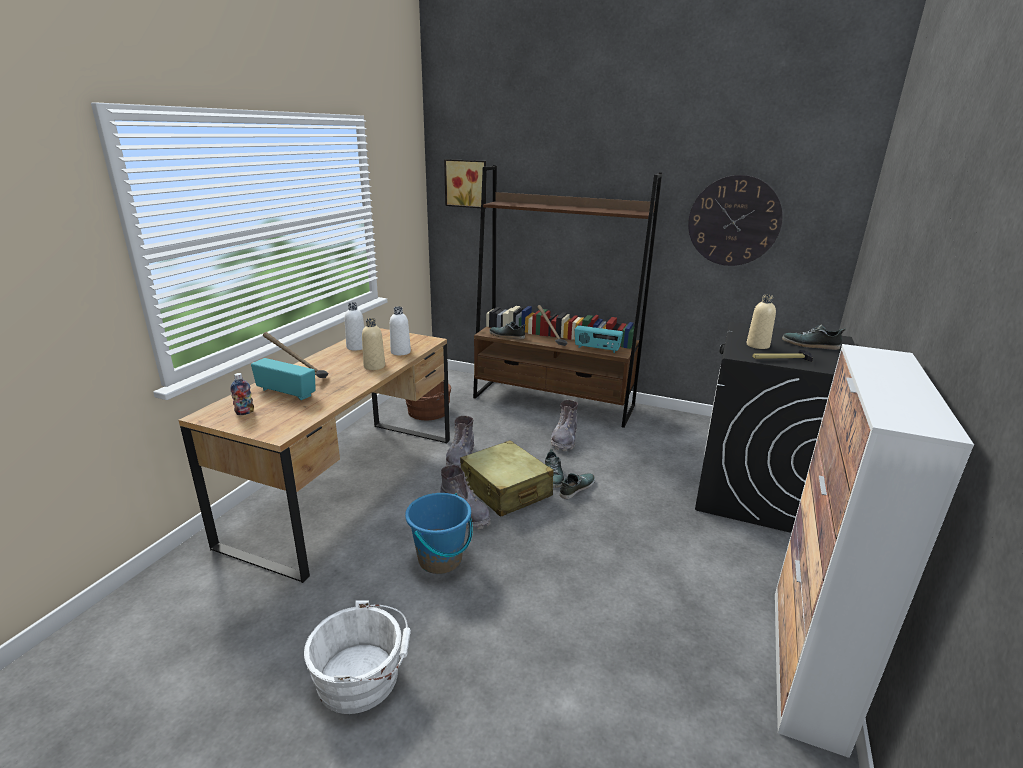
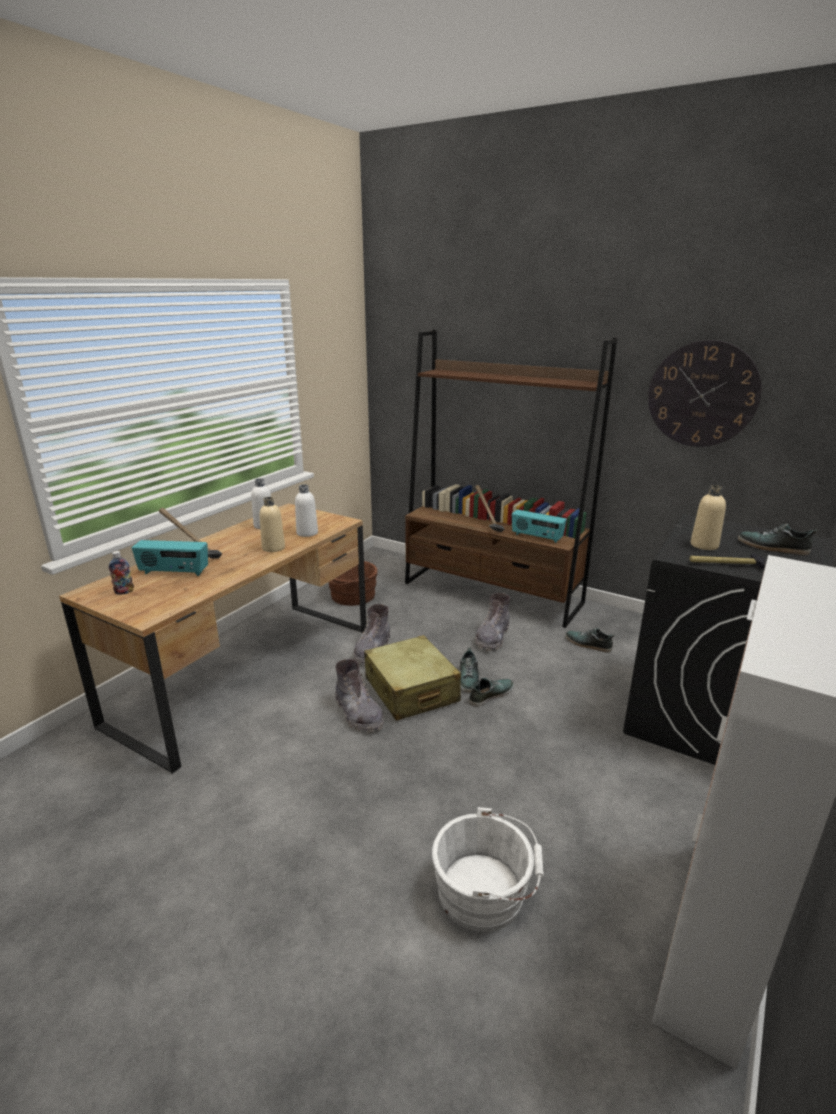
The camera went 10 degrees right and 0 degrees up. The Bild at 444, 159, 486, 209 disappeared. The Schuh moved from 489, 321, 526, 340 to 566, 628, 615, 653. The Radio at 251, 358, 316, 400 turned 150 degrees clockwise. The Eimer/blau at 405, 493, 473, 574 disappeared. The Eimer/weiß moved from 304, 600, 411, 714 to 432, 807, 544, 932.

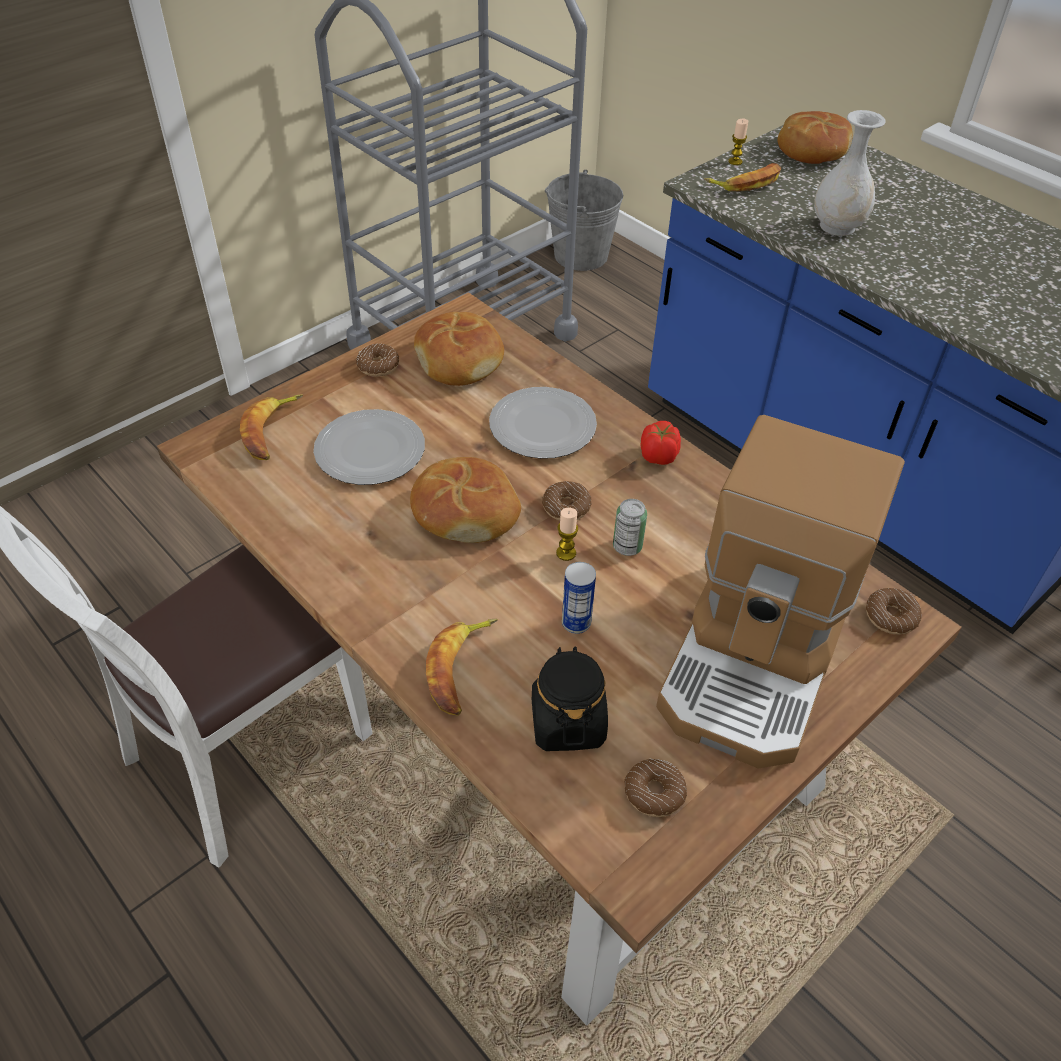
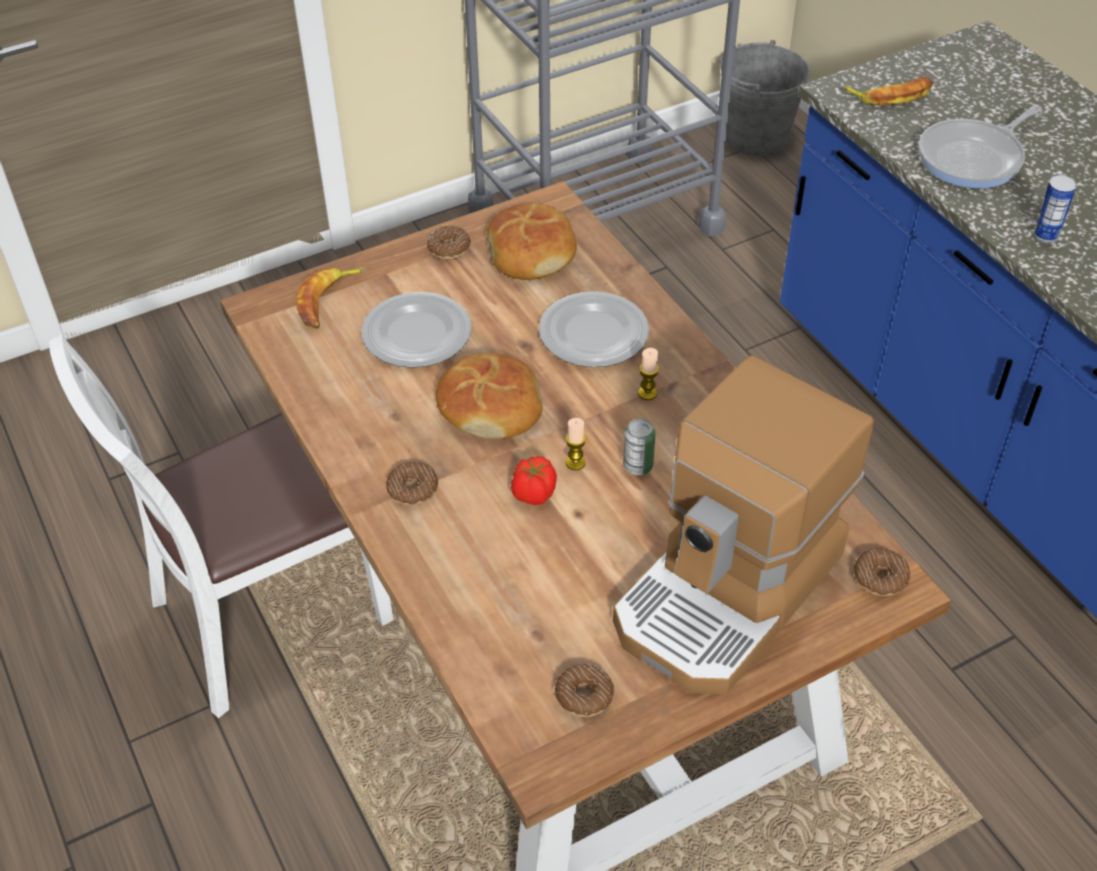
The camera went 15 degrees right and 0 degrees up. The Vase/weiß at 814, 110, 886, 236 was replaced by the Pfanne at 919, 106, 1041, 188. The Brot at 777, 111, 853, 164 disappeared. The Kerze moved from 728, 118, 748, 165 to 638, 348, 659, 400. The Tomate moved from 641, 421, 681, 465 to 511, 456, 557, 505. The Donut moved from 542, 481, 591, 520 to 386, 462, 438, 506. The Dose moved from 562, 562, 596, 634 to 1033, 175, 1076, 244. The Banane at 426, 619, 498, 716 disappeared. The Vorratsglas/schwarz at 532, 646, 608, 751 disappeared.

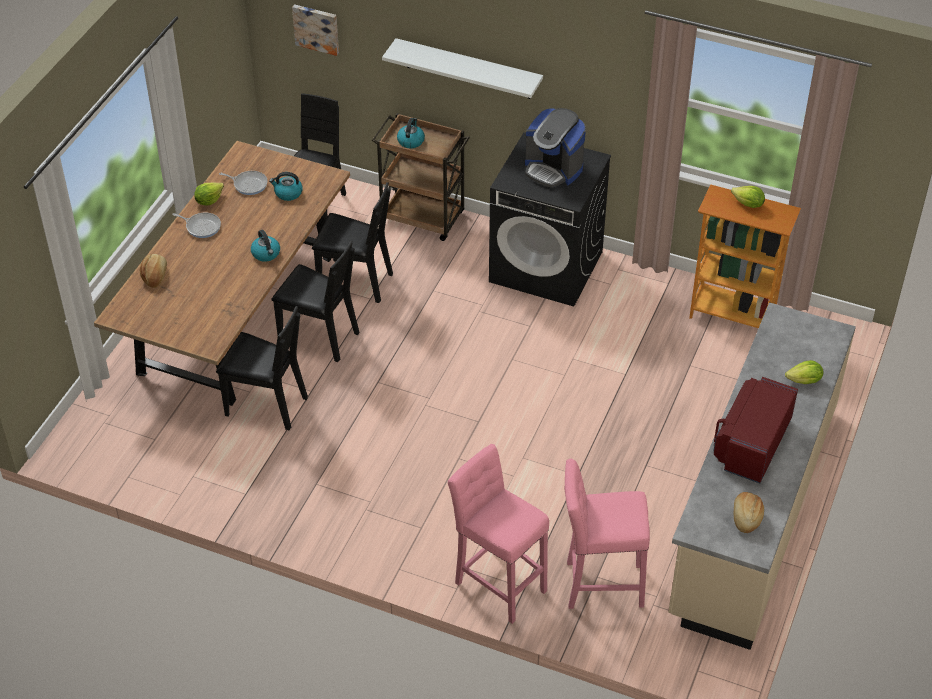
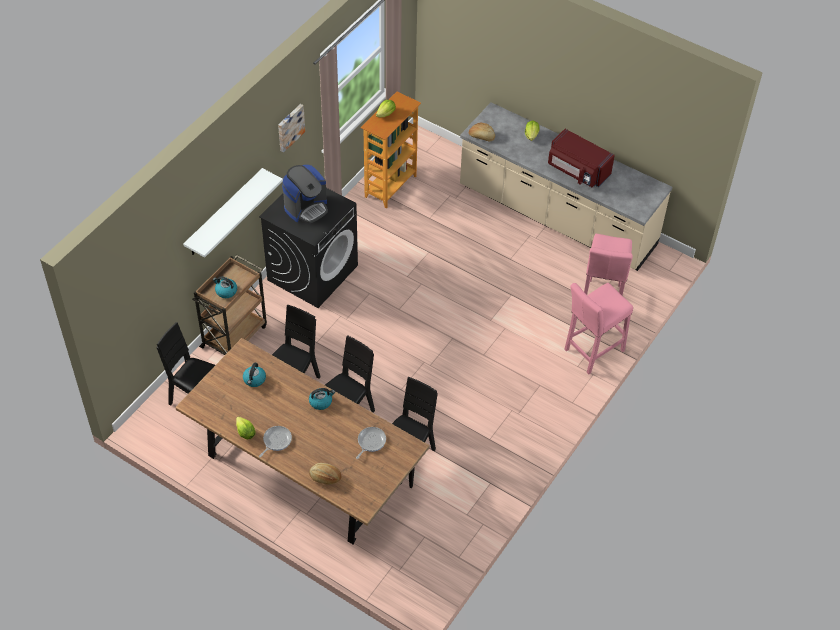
The camera went 80 degrees left and 5 degrees up. The Bild moved from 292, 4, 339, 56 to 278, 104, 305, 153. The Pfanne moved from 219, 171, 268, 195 to 356, 427, 386, 459. The Brot moved from 734, 492, 764, 533 to 469, 123, 495, 141.

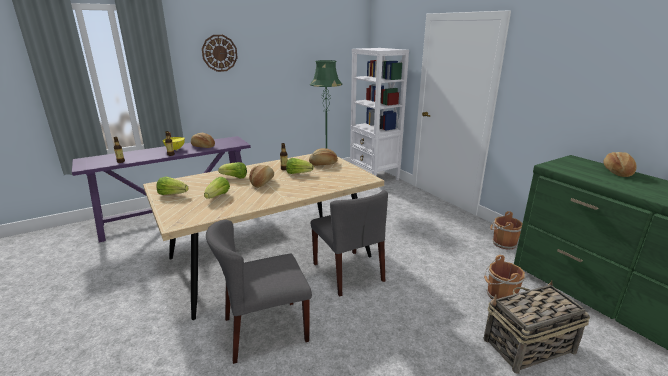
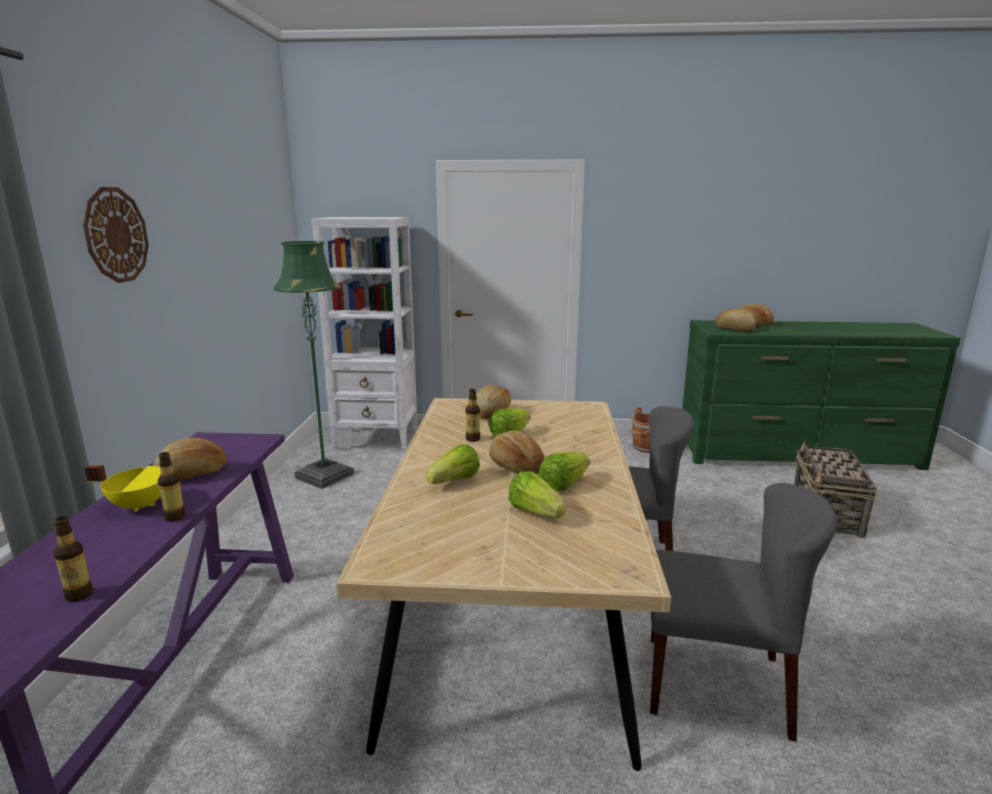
The camera went 55 degrees left and 5 degrees down. The Salatkopf moved from 156, 176, 189, 195 to 539, 451, 590, 491. The Stuhl/grau at 206, 220, 312, 364 turned 90 degrees counterclockwise. The Eimer/braun at 484, 255, 526, 300 disappeared. The Brot at 716, 309, 756, 332 appeared.

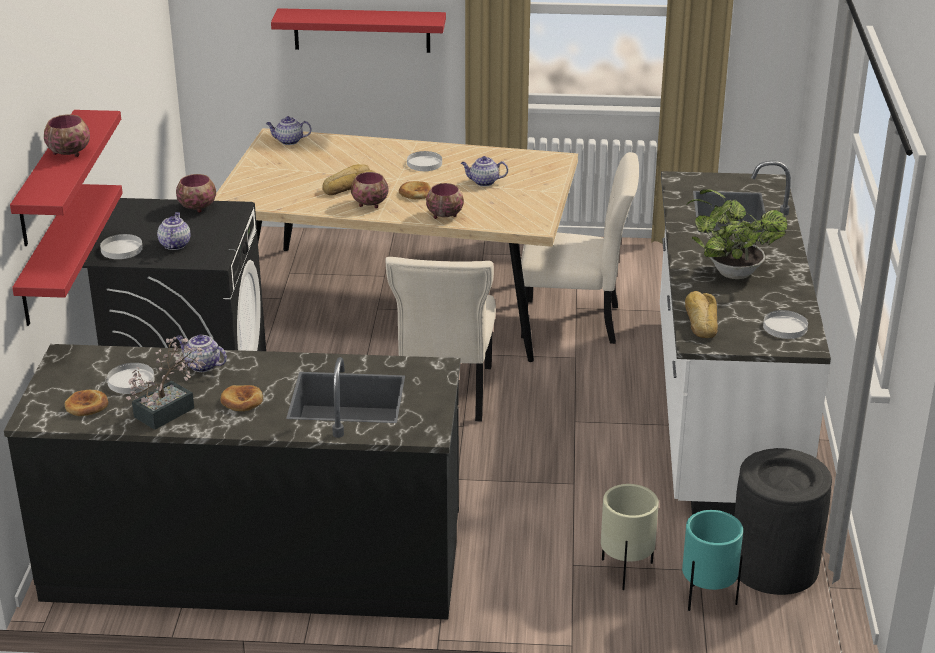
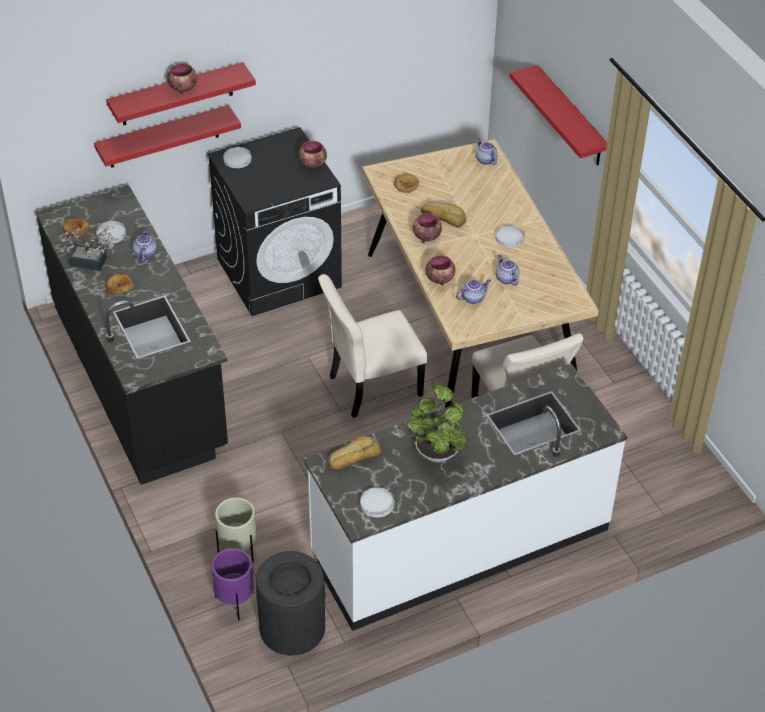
The camera went 60 degrees right and 15 degrees up. The Brot moved from 399, 181, 431, 199 to 394, 174, 419, 193. The Teekanne moved from 157, 212, 191, 250 to 456, 279, 491, 304. The Pflanzkübel/türkis at 682, 510, 743, 611 became the Pflanzkübel/lila at 211, 548, 254, 621.

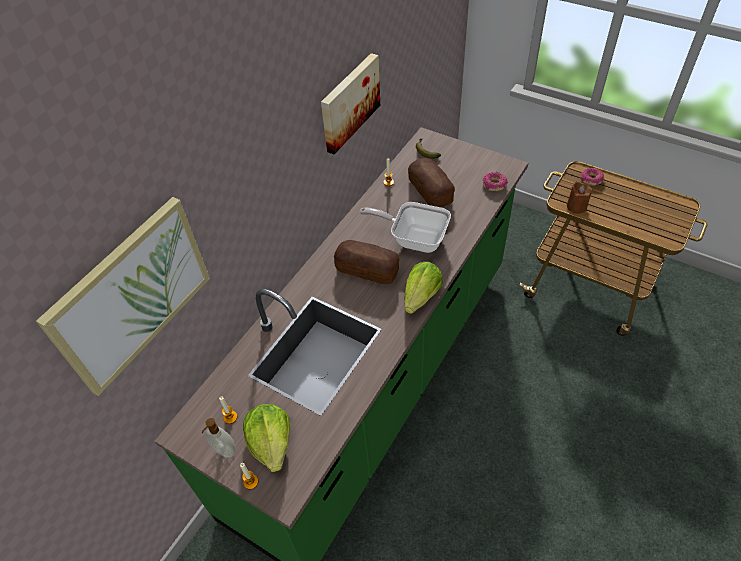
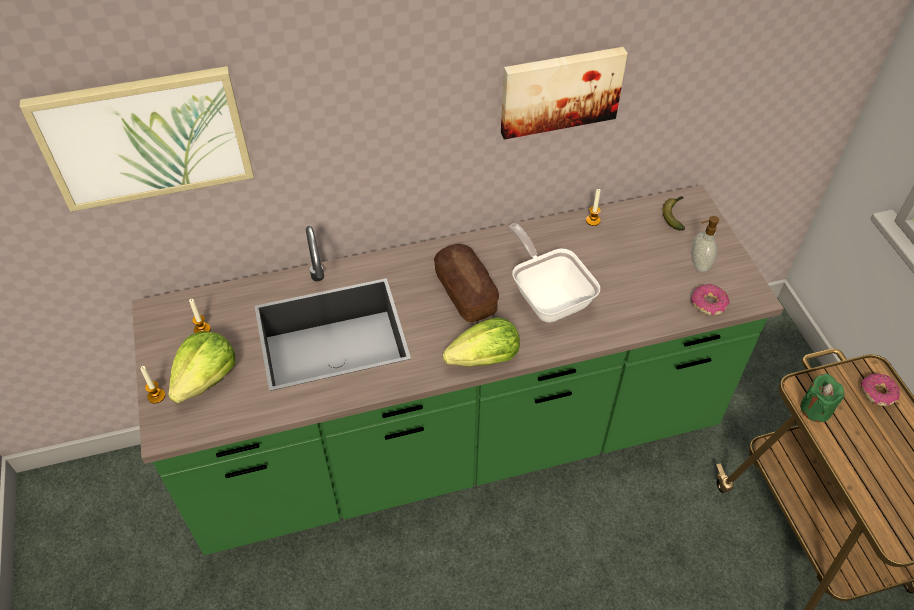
The camera went 40 degrees right and 0 degrees up. The Brot at 408, 158, 455, 207 disappeared. The Kerze/braun at 567, 182, 592, 214 became the Kerze/grün at 800, 374, 844, 422. The Seifenspender moved from 201, 418, 236, 458 to 691, 216, 719, 272.

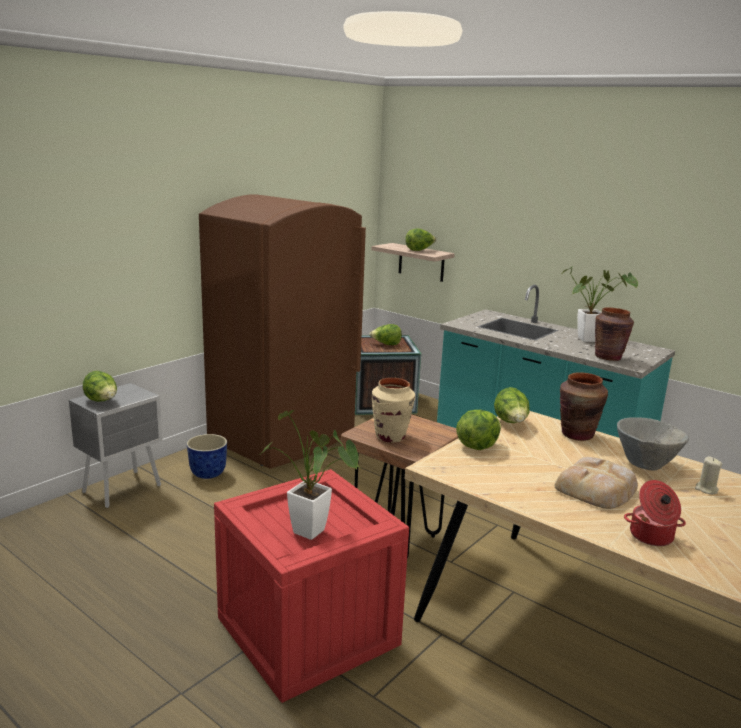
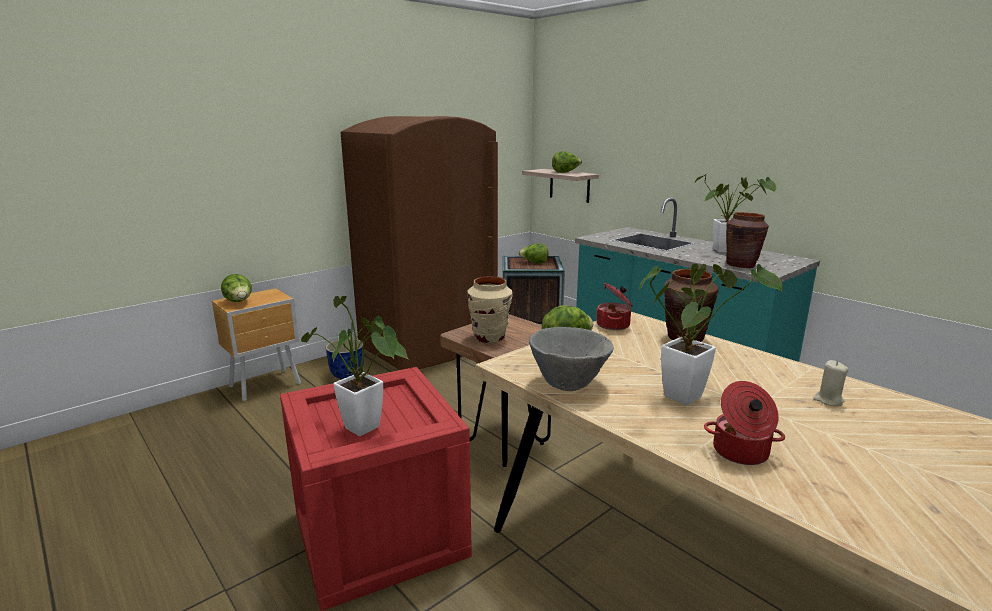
The camera went 10 degrees right and 0 degrees up. The Nachttisch/grau at 69, 383, 162, 508 became the Nachttisch/braun at 212, 288, 301, 402. The Salatkopf at 494, 387, 530, 423 was replaced by the Kochtopf at 596, 283, 633, 330. The Schüssel/grau moved from 617, 417, 689, 471 to 529, 327, 614, 391. The Brot at 555, 457, 638, 509 was replaced by the Topfpflanze at 638, 264, 783, 405.

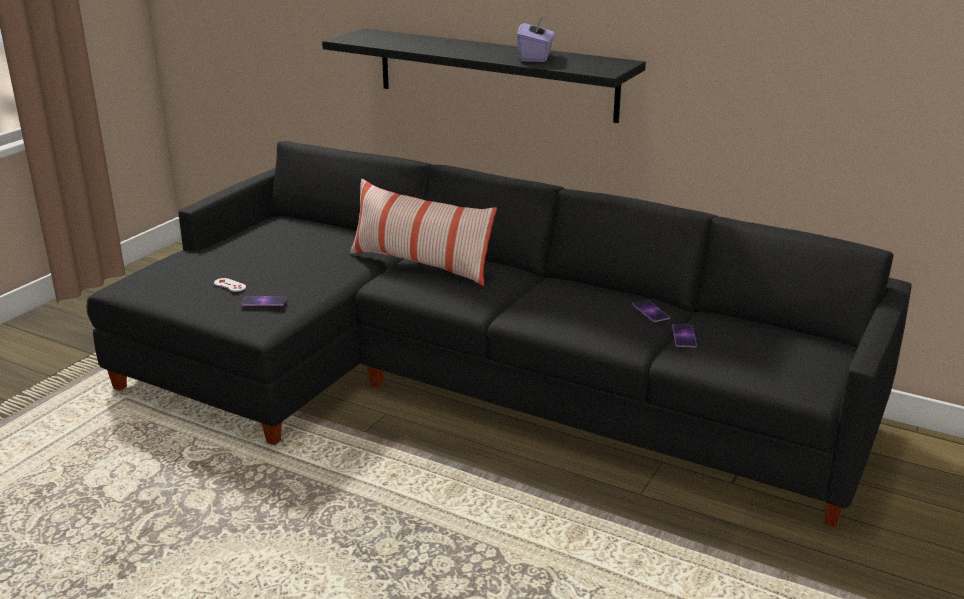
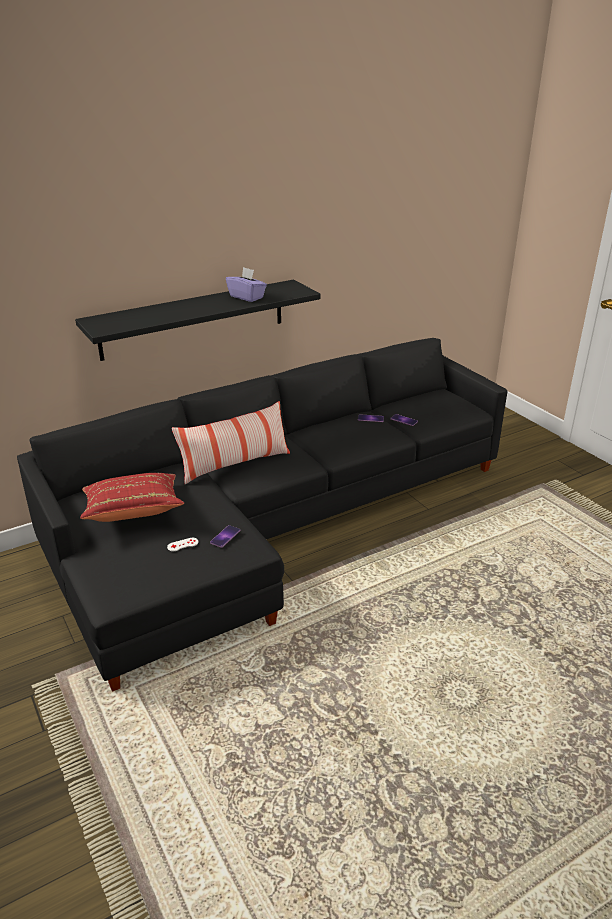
The camera went 60 degrees left and 5 degrees up. The Kissen/rot at 80, 473, 184, 522 appeared.

